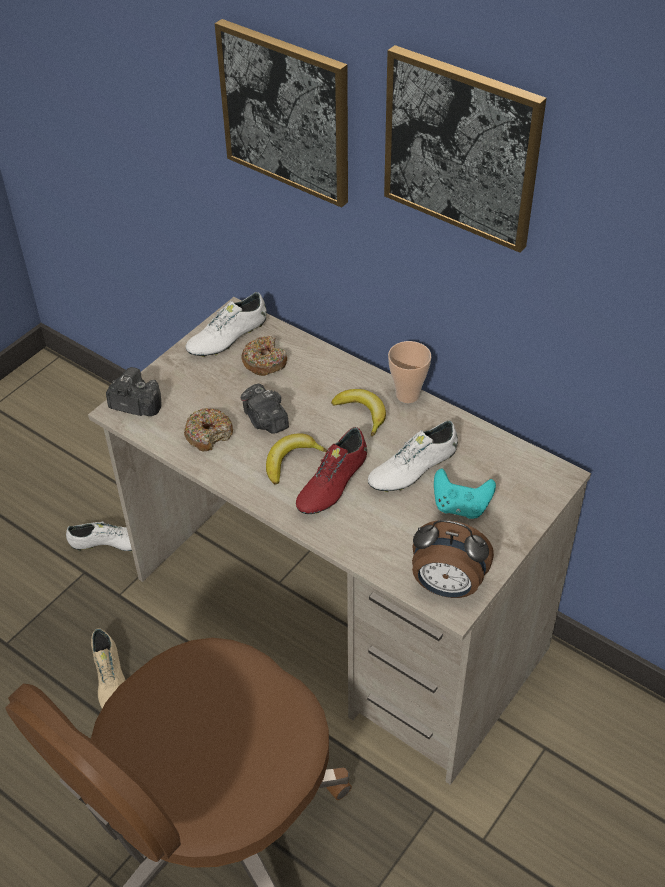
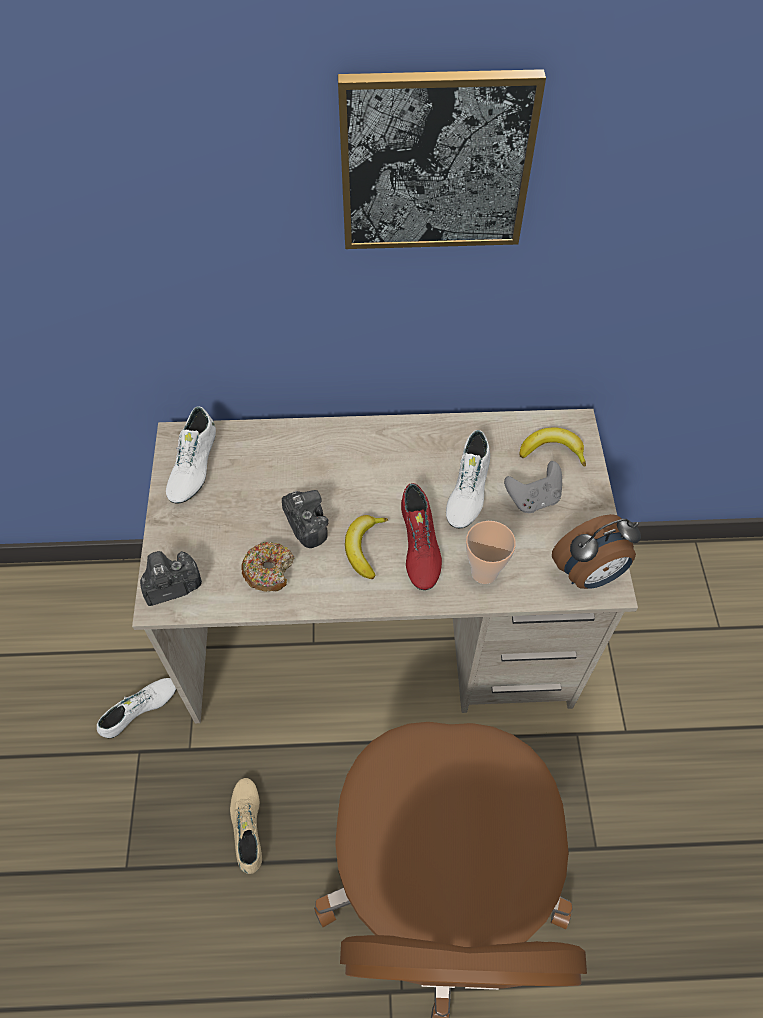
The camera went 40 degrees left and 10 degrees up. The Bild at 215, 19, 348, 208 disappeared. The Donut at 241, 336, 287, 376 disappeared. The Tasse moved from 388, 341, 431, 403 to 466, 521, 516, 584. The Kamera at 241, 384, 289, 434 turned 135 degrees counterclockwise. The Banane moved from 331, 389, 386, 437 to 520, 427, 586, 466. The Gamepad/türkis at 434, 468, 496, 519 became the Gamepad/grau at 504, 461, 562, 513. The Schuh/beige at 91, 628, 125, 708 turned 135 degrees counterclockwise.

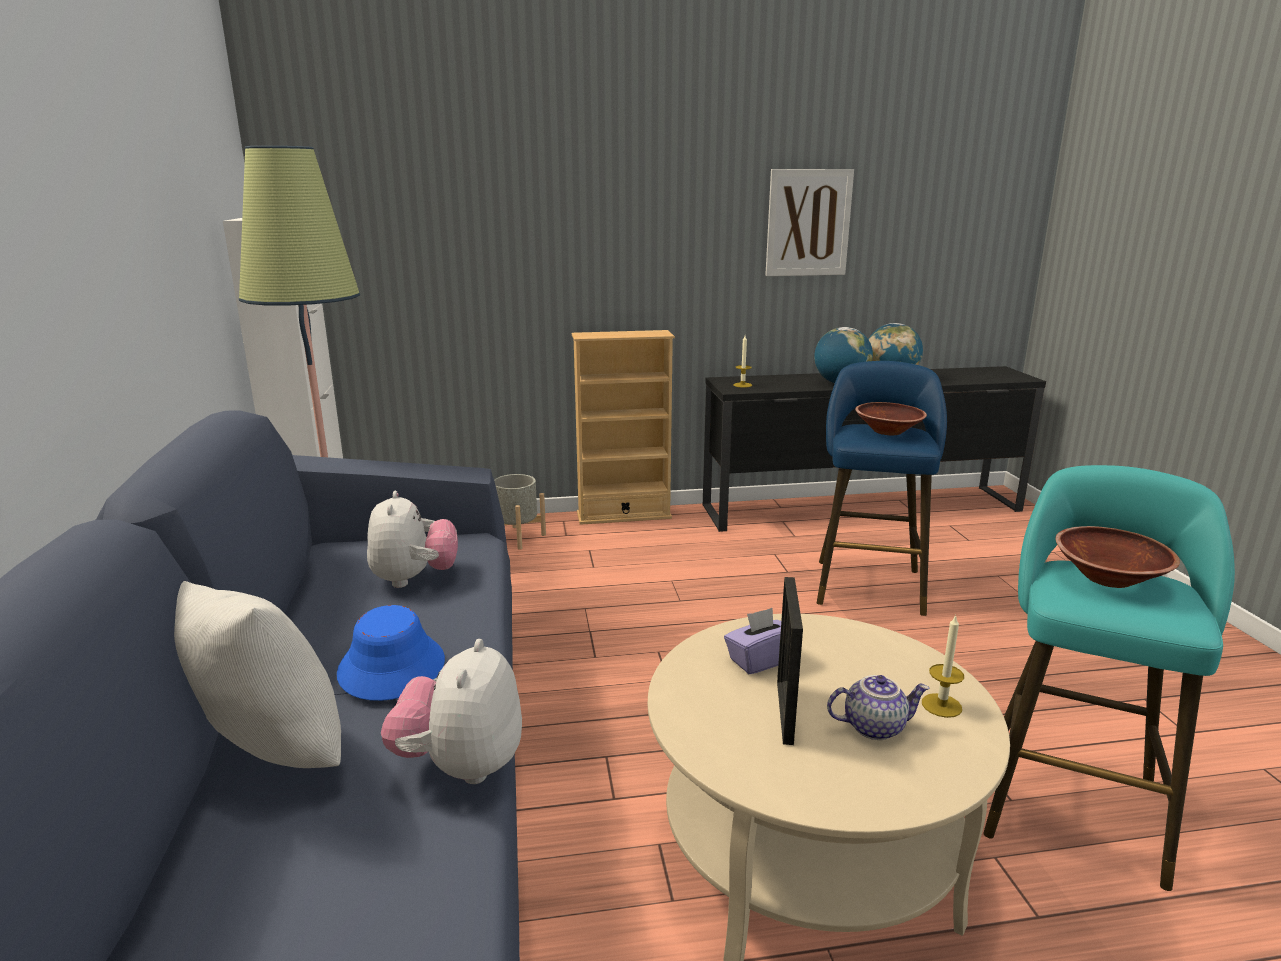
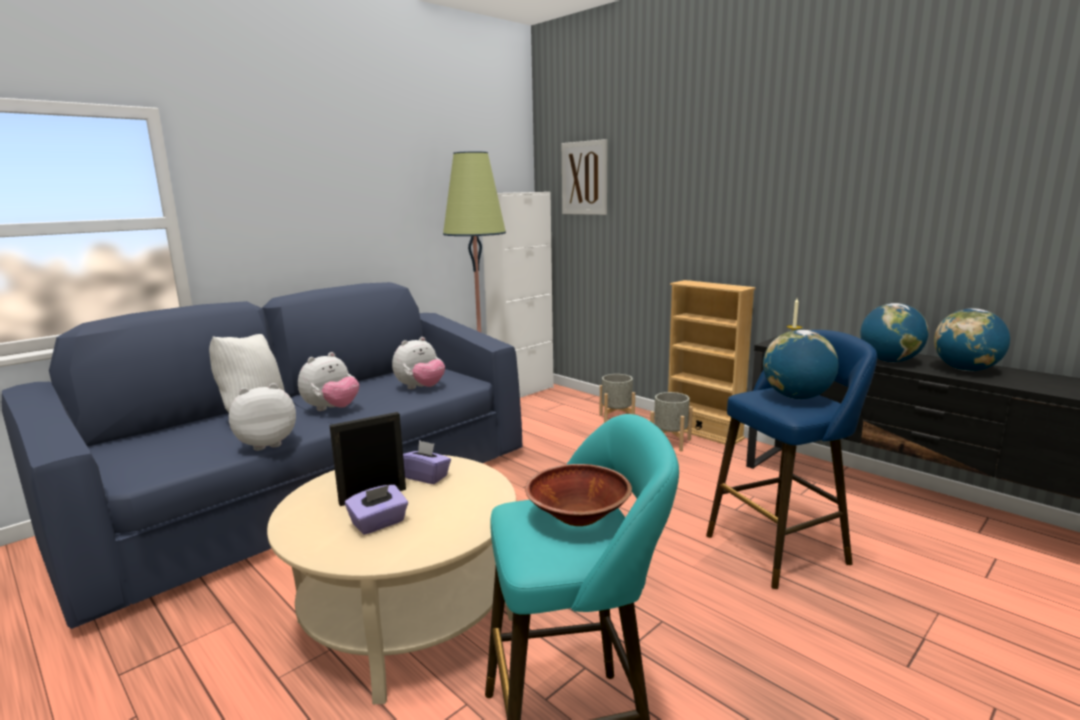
The camera went 55 degrees right and 5 degrees down. The Bild moved from 765, 169, 854, 276 to 562, 139, 608, 215. The Schüssel/braun at 855, 402, 927, 435 was replaced by the Globus at 763, 330, 839, 399. The Hut/blau at 337, 605, 445, 701 was replaced by the Plüschtier at 298, 352, 359, 411. The Kerze at 922, 615, 964, 718 disappeared. The Teekanne at 827, 675, 930, 740 was replaced by the Taschentuchbox/lila at 345, 485, 408, 535. The Pflanzkübel/grau at 650, 392, 693, 452 appeared.

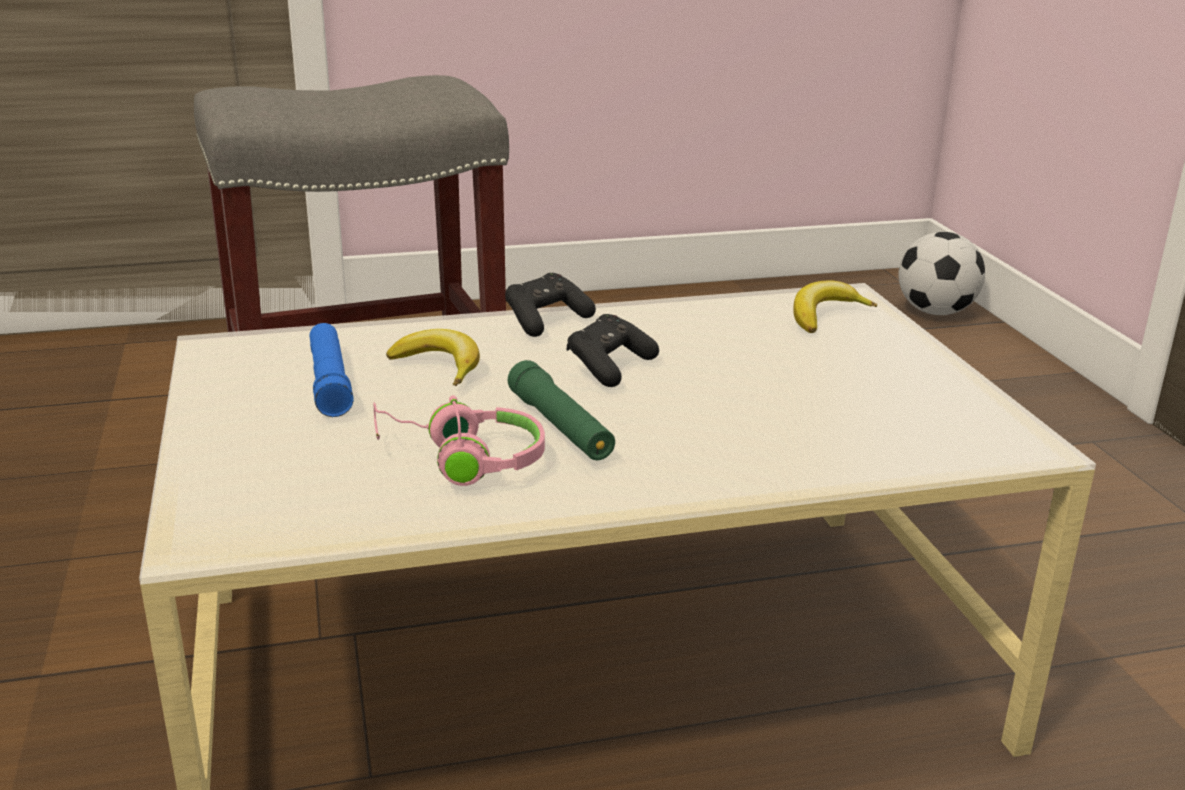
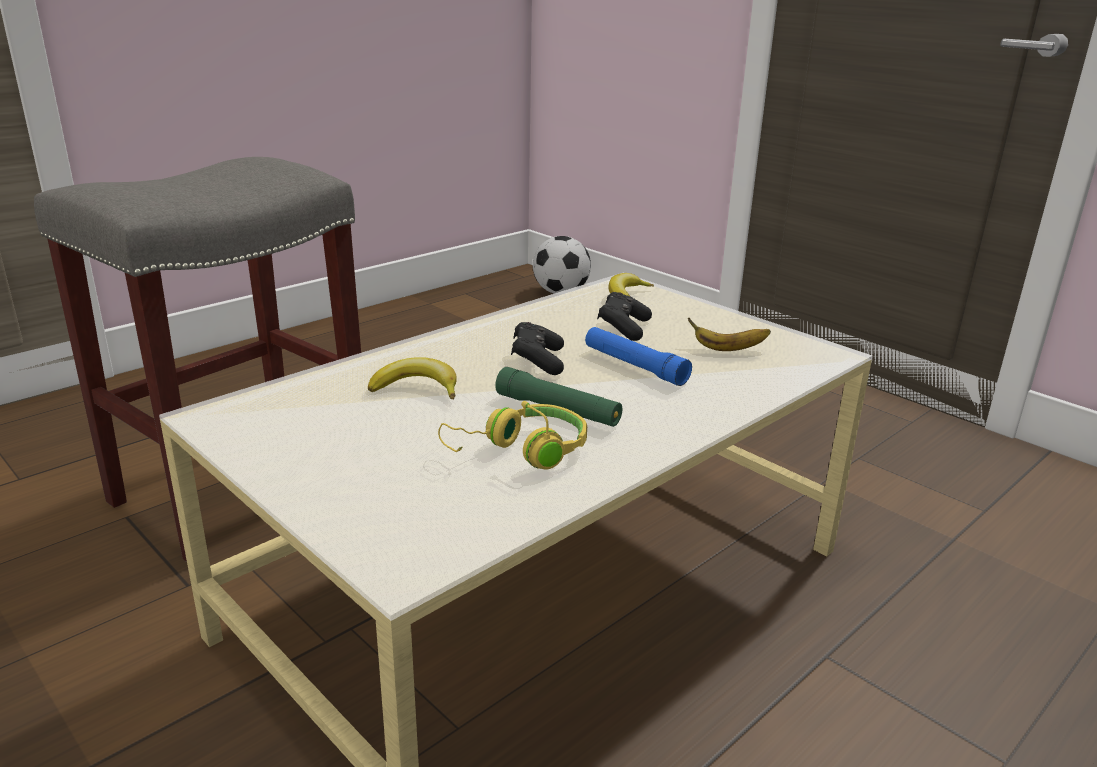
The camera went 30 degrees left and 0 degrees up. The Gamepad/schwarz moved from 505, 273, 596, 337 to 597, 292, 652, 341. The Taschenlampe/blau moved from 310, 323, 354, 417 to 585, 327, 692, 386. The Kopfhörer/rosa at 374, 395, 545, 486 became the Kopfhörer/gelb at 438, 401, 587, 470. The Banane at 688, 318, 771, 351 appeared.

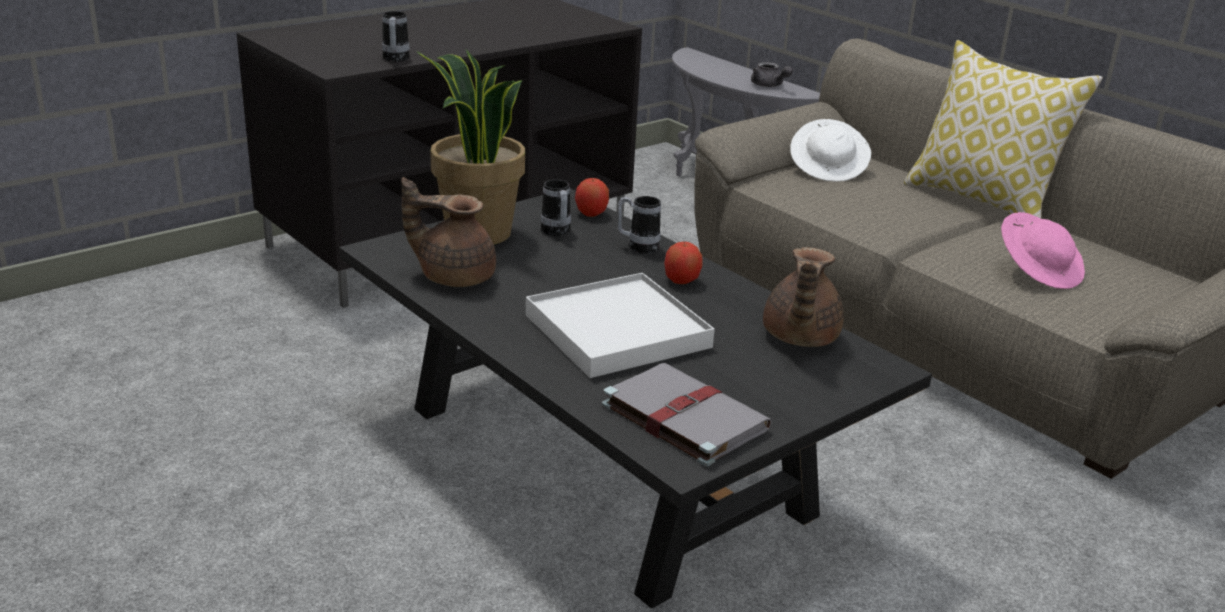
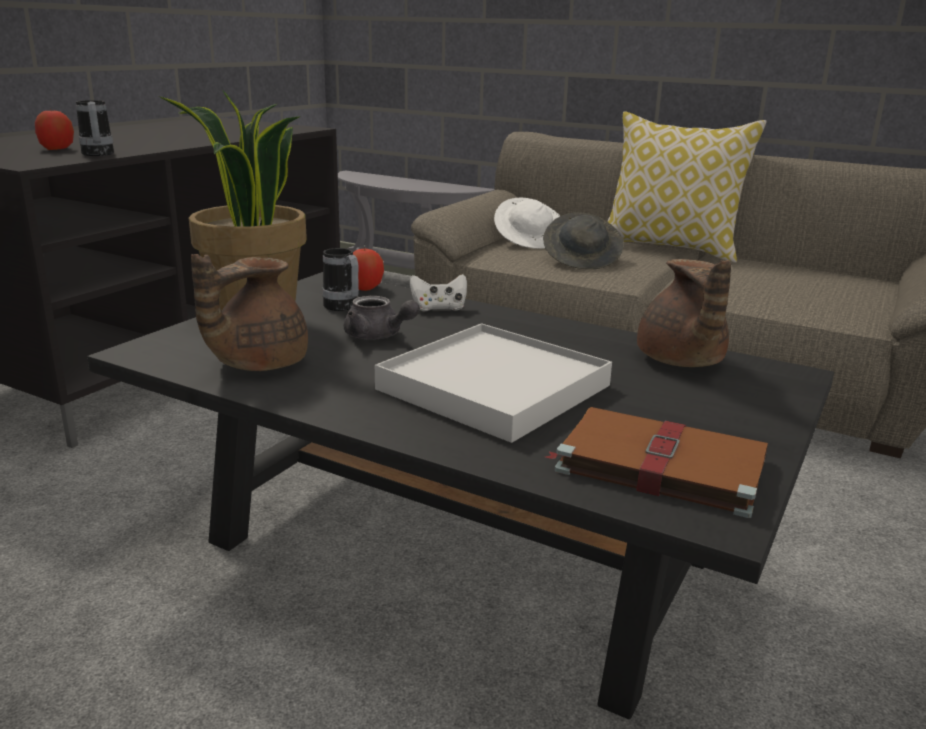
The camera went 20 degrees left and 5 degrees down. The Teekanne/grau moved from 751, 62, 793, 87 to 344, 296, 420, 340. The Teekanne/braun at 401, 177, 496, 287 turned 45 degrees counterclockwise. The Henkelbecher at 618, 196, 661, 254 was replaced by the Gamepad/weiß at 410, 274, 467, 312. The Hut/rosa at 1001, 212, 1085, 289 disappeared. The Apfel moved from 664, 242, 703, 284 to 35, 108, 74, 150. The Buch/grau at 602, 363, 772, 466 became the Buch/braun at 546, 407, 768, 518. The Hut/grau at 543, 212, 624, 269 appeared.

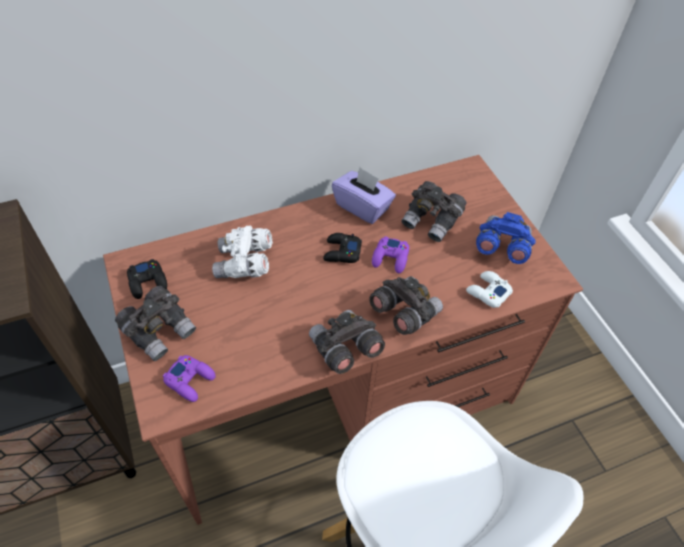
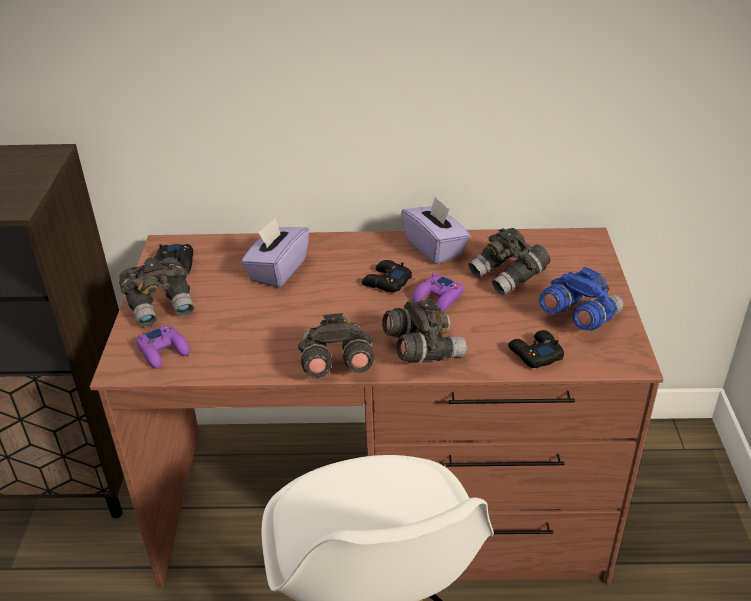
The camera went 25 degrees right and 15 degrees down. The Fernglas/weiß at 212, 225, 273, 278 was replaced by the Taschentuchbox/lila at 241, 218, 309, 288. The Gamepad/weiß at 466, 271, 513, 308 became the Gamepad/schwarz at 508, 330, 564, 368.

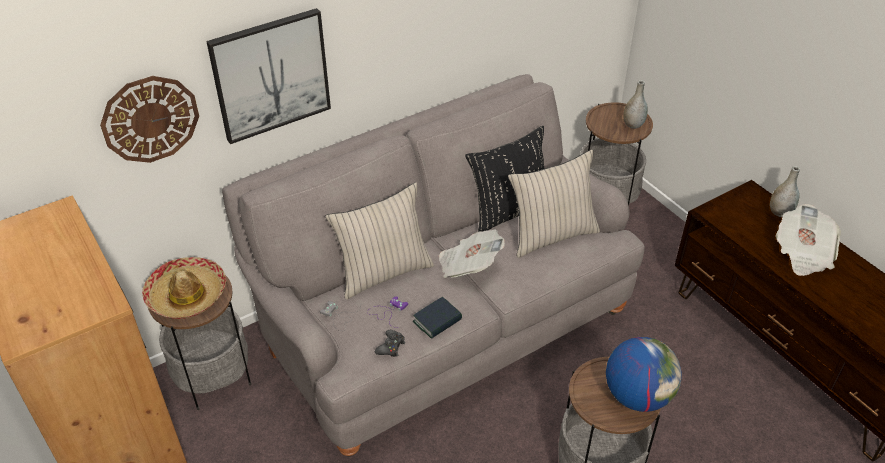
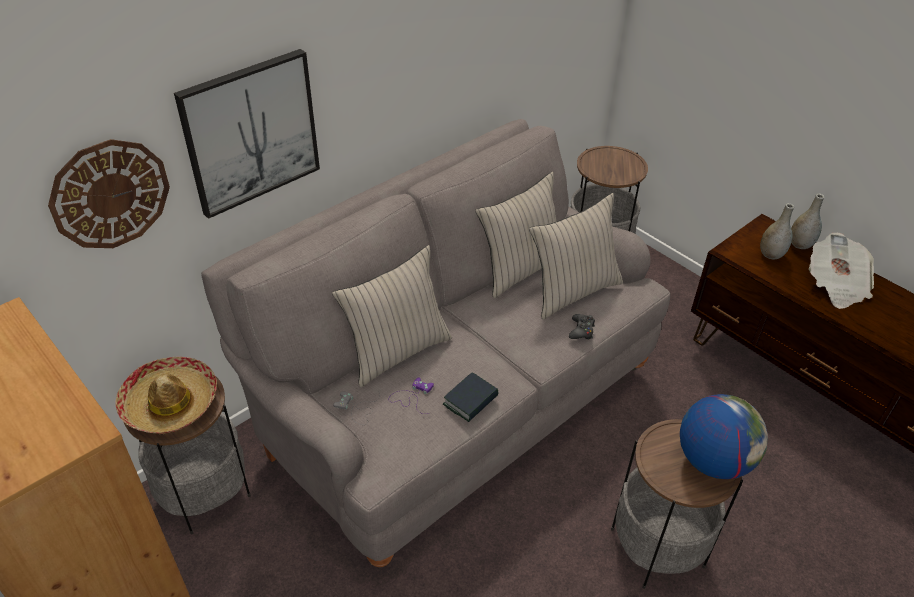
The camera went 10 degrees left and 0 degrees up. The Vase/grau moved from 623, 80, 648, 129 to 760, 203, 794, 260. The Kissen/schwarz at 465, 126, 545, 232 became the Kissen/beige at 475, 172, 557, 298. The Zeitung at 439, 230, 505, 278 disappeared. The Gamepad/schwarz moved from 375, 330, 405, 357 to 569, 314, 595, 339.

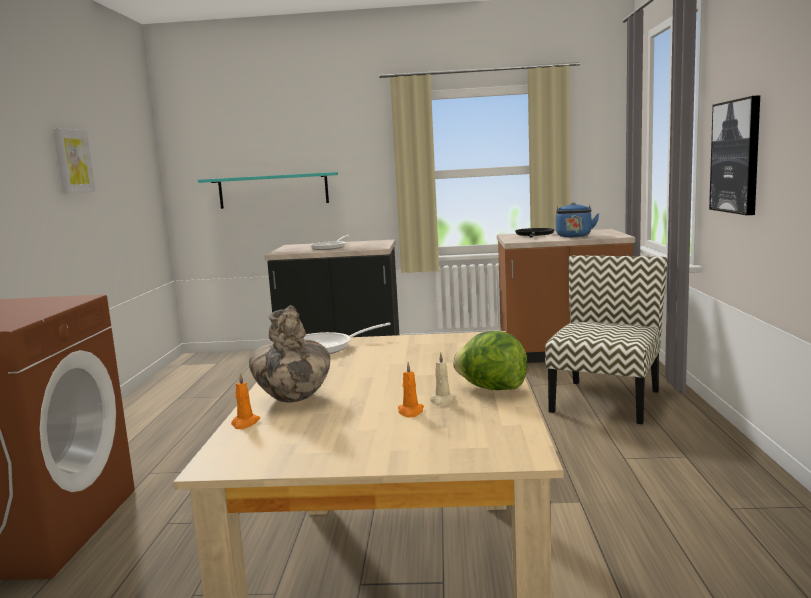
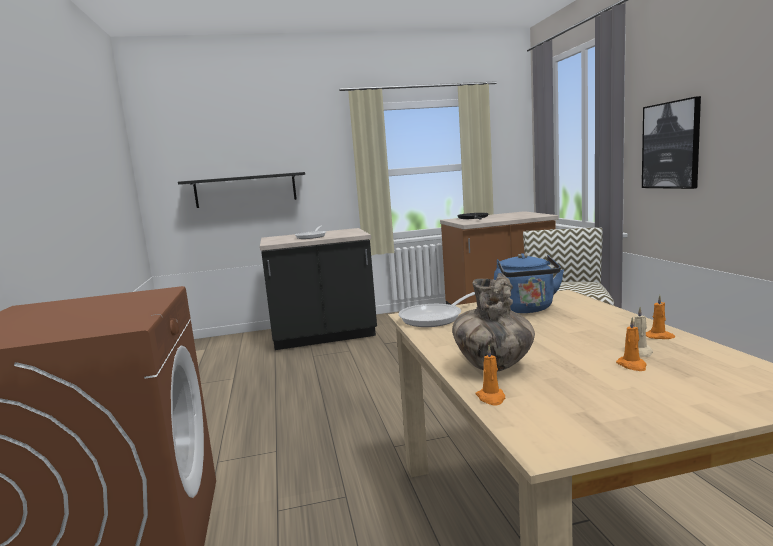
The camera went 15 degrees left and 0 degrees up. The Bild at 53, 128, 96, 194 disappeared. The Wandregal/türkis at 198, 172, 338, 209 became the Wandregal/schwarz at 178, 172, 305, 208. The Wasserkessel/blau moved from 556, 202, 600, 237 to 494, 253, 564, 313. The Salatkopf at 453, 331, 527, 390 was replaced by the Kerze/orange at 646, 295, 675, 339.

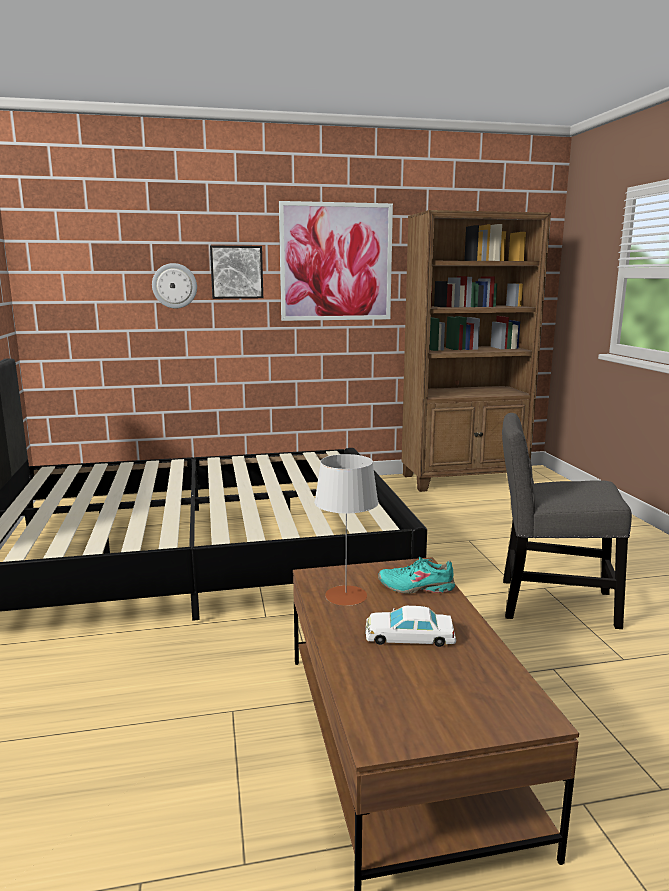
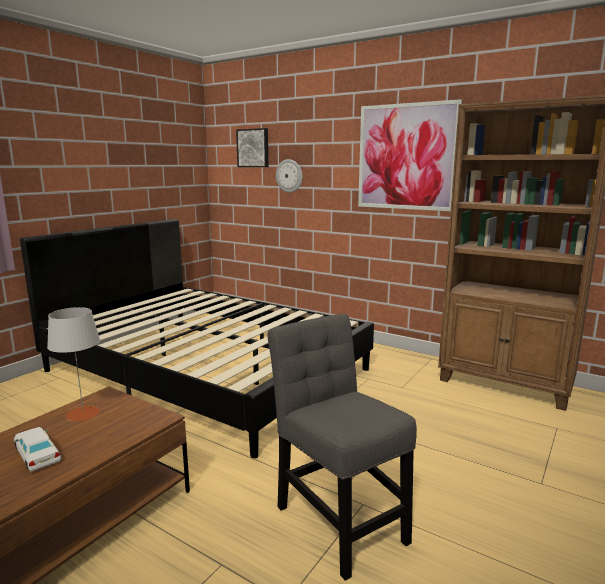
The camera went 45 degrees right and 0 degrees up. The Bild moved from 210, 245, 263, 299 to 236, 128, 269, 167. The Schuh/türkis at 378, 557, 455, 594 disappeared.

